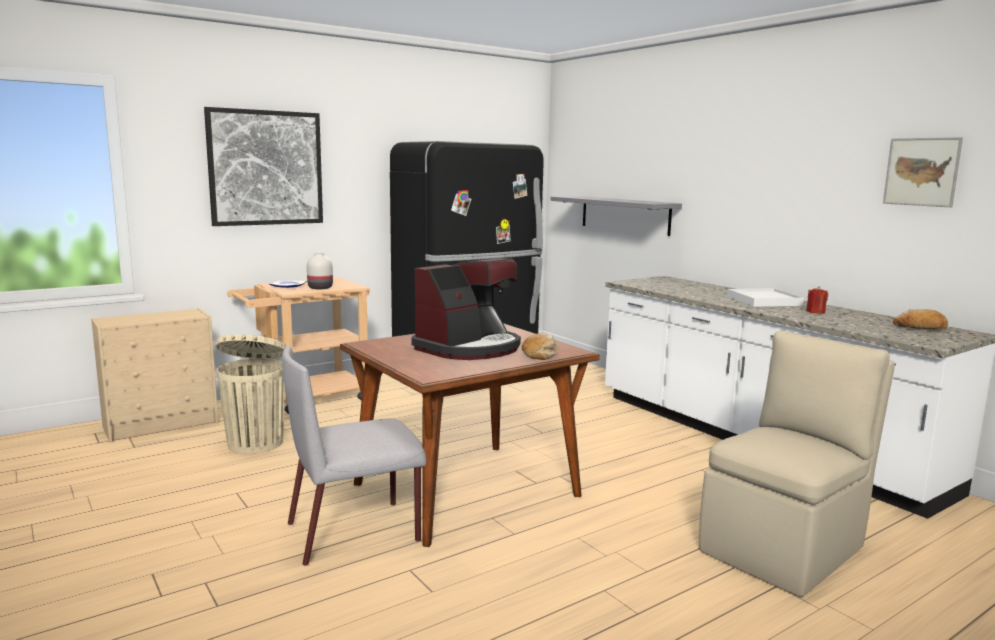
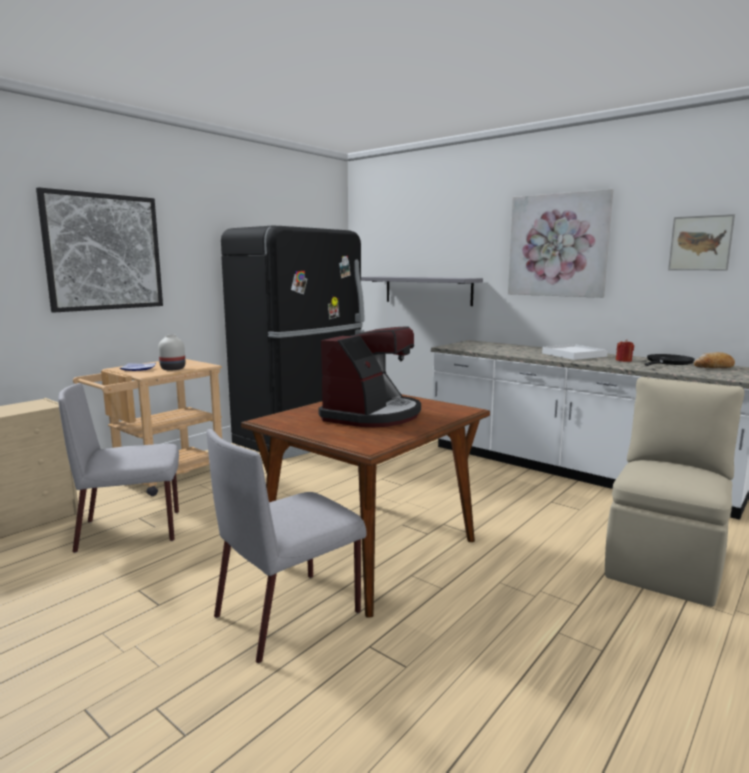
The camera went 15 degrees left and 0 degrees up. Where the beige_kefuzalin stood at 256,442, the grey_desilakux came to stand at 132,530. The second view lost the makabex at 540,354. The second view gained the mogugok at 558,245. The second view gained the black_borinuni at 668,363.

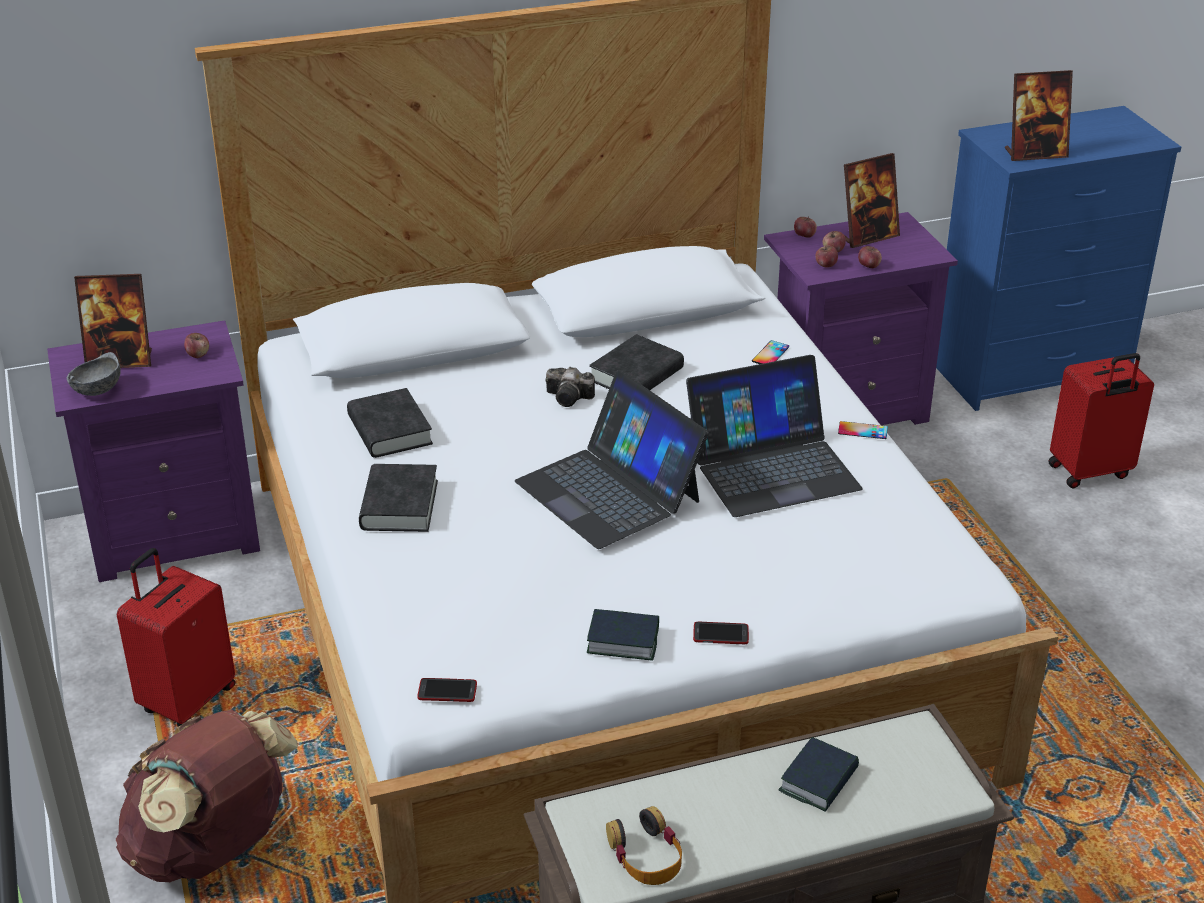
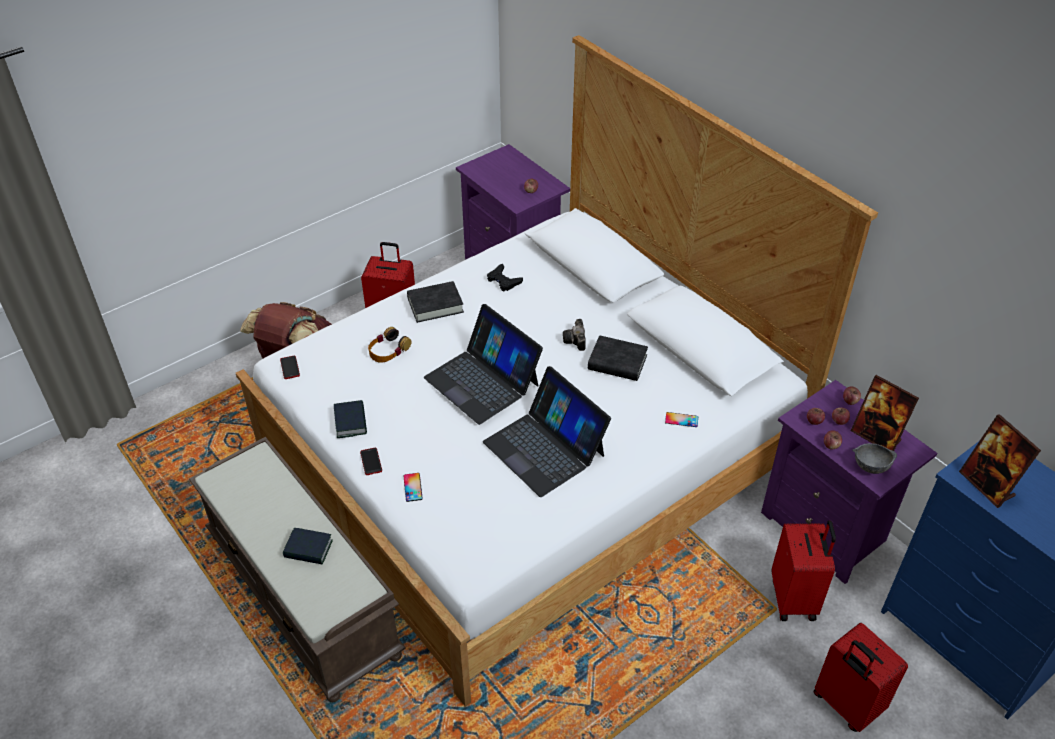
The camera went 70 degrees right and 10 degrees up. The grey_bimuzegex ended up elsewhere, having gone from 96,390 to 870,466. The second view lost the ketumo at 120,360. Where the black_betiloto stood at 389,430, the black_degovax came to stand at 503,281. The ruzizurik at 609,491 ended up facing another way, 75 degrees counterclockwise from before. The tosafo ended up elsewhere, having gone from 646,855 to 388,350. The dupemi ended up elsewhere, having gone from 862,430 to 412,487. The second view gained the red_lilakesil at 794,598.

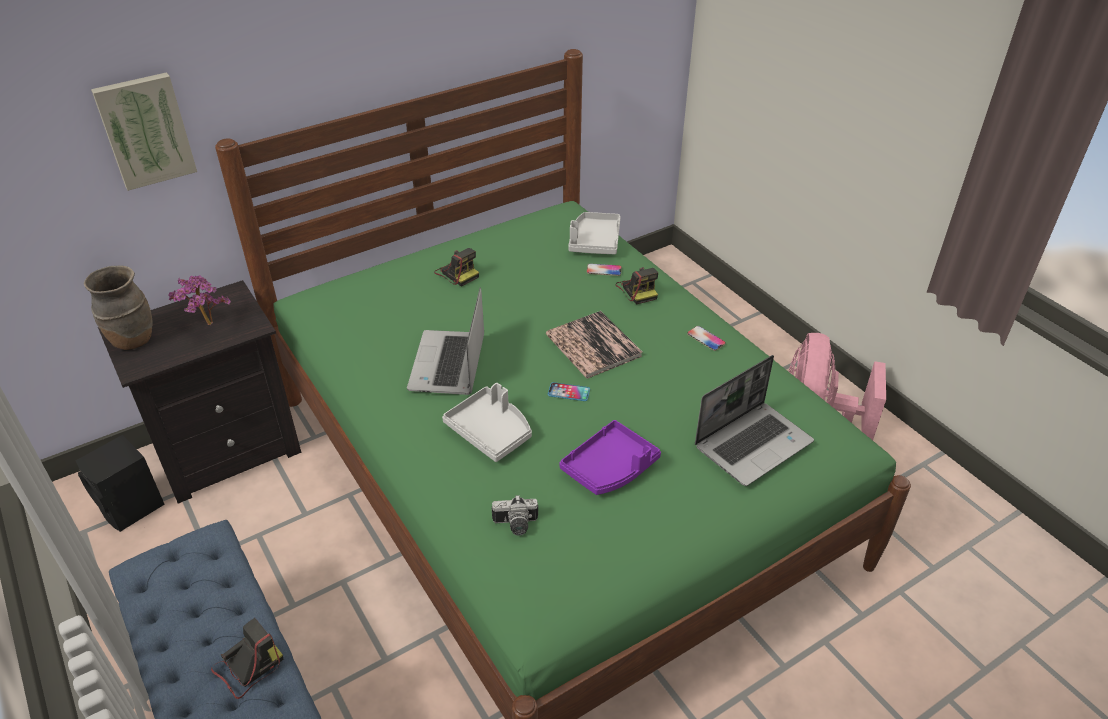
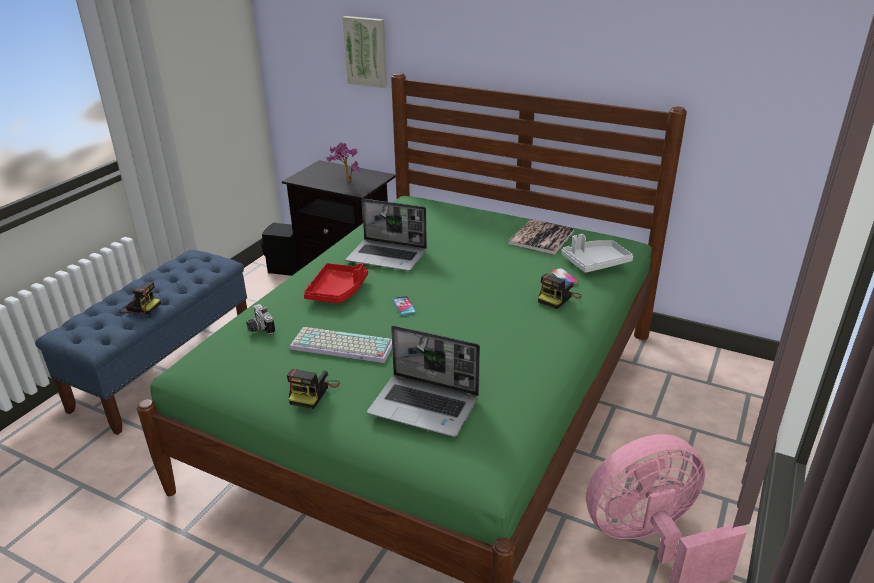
The camera went 60 degrees right and 10 degrees down. The second view lost the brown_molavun at 132,340. The ruzizurik at 449,365 ended up facing another way, 135 degrees counterclockwise from before. The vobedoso ended up elsewhere, having gone from 457,273 to 313,392. What was the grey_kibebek at 491,431 turned into the red_kibebek at 337,291. The betiloto ended up elsewhere, having gone from 593,345 to 541,238. Where the purple_kibebek stood at 610,468, the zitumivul came to stand at 340,347. The second view lost the dupemi at 706,339.

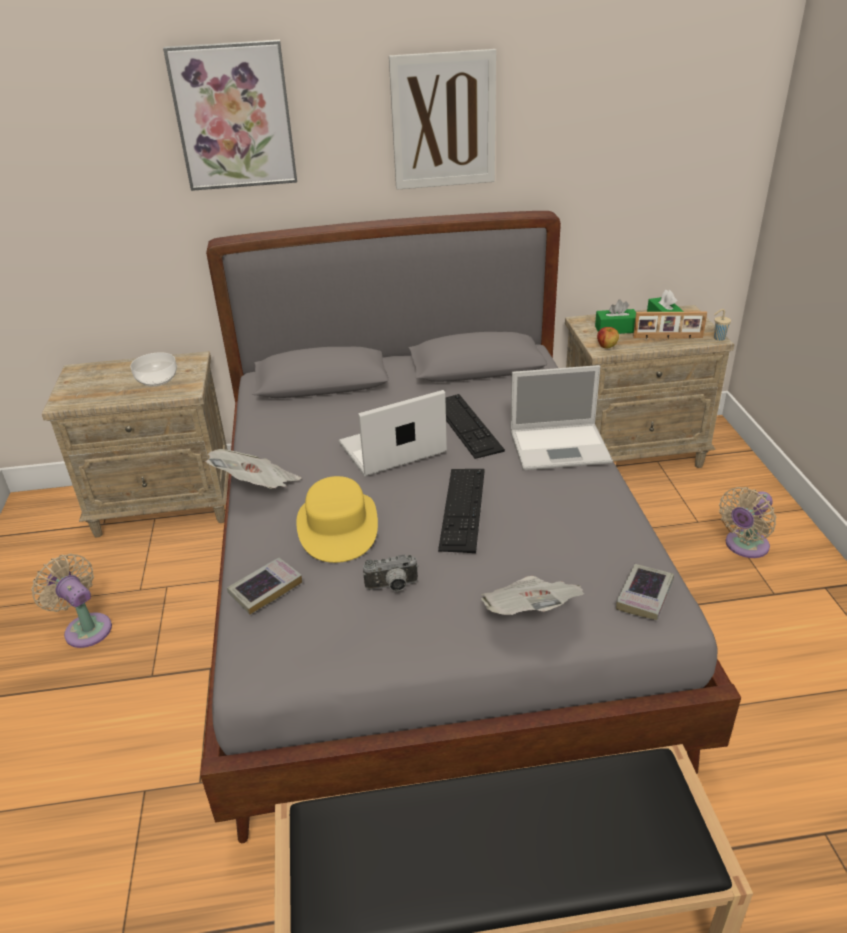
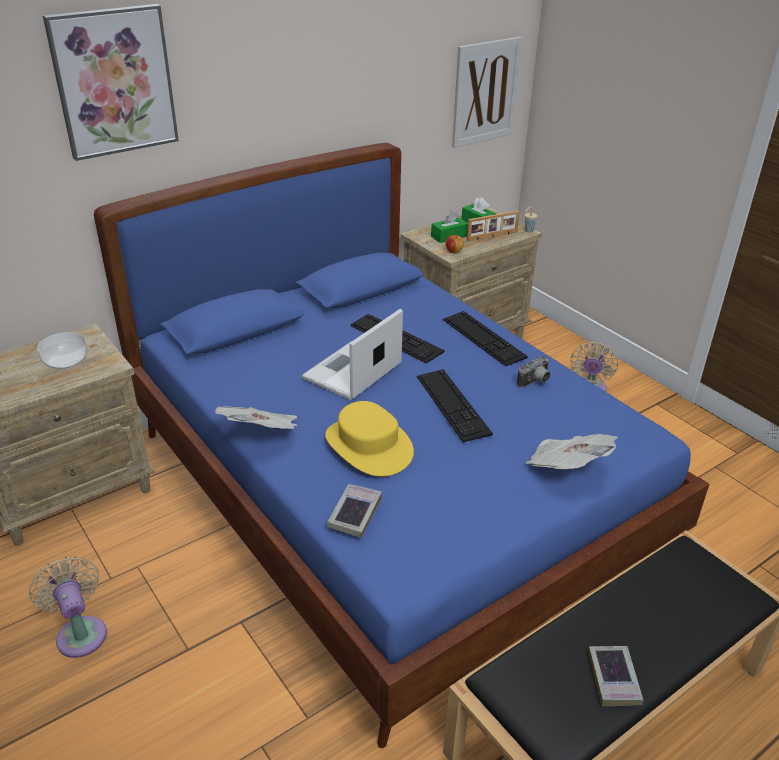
The camera went 30 degrees left and 0 degrees up. The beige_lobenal at 85,628 ended up facing another way, 45 degrees clockwise from before. What was the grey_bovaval at 430,593 turned into the blue_bovaval at 388,494. The vobedoso ended up elsewhere, having gone from 392,587 to 535,382. The mogugok ended up elsewhere, having gone from 443,121 to 485,92. Where the ruzizurik stood at 561,446, the zitumivul came to stand at 483,338. The betiloto ended up elsewhere, having gone from 644,596 to 614,678.

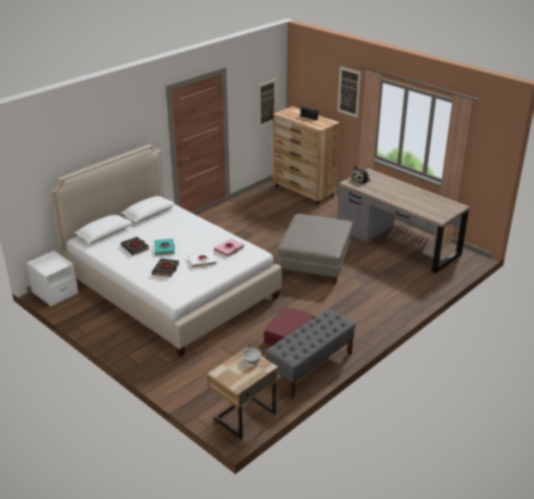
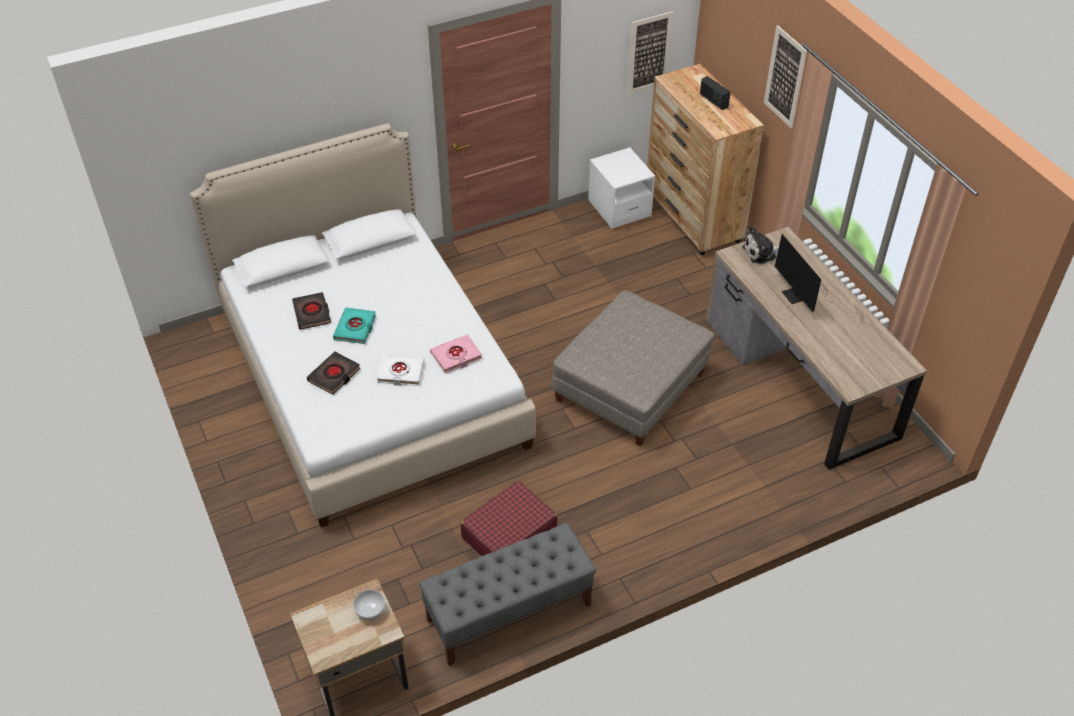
The camera went 20 degrees right and 15 degrees up. The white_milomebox ended up elsewhere, having gone from 55,293 to 619,208. The second view gained the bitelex at 796,298.

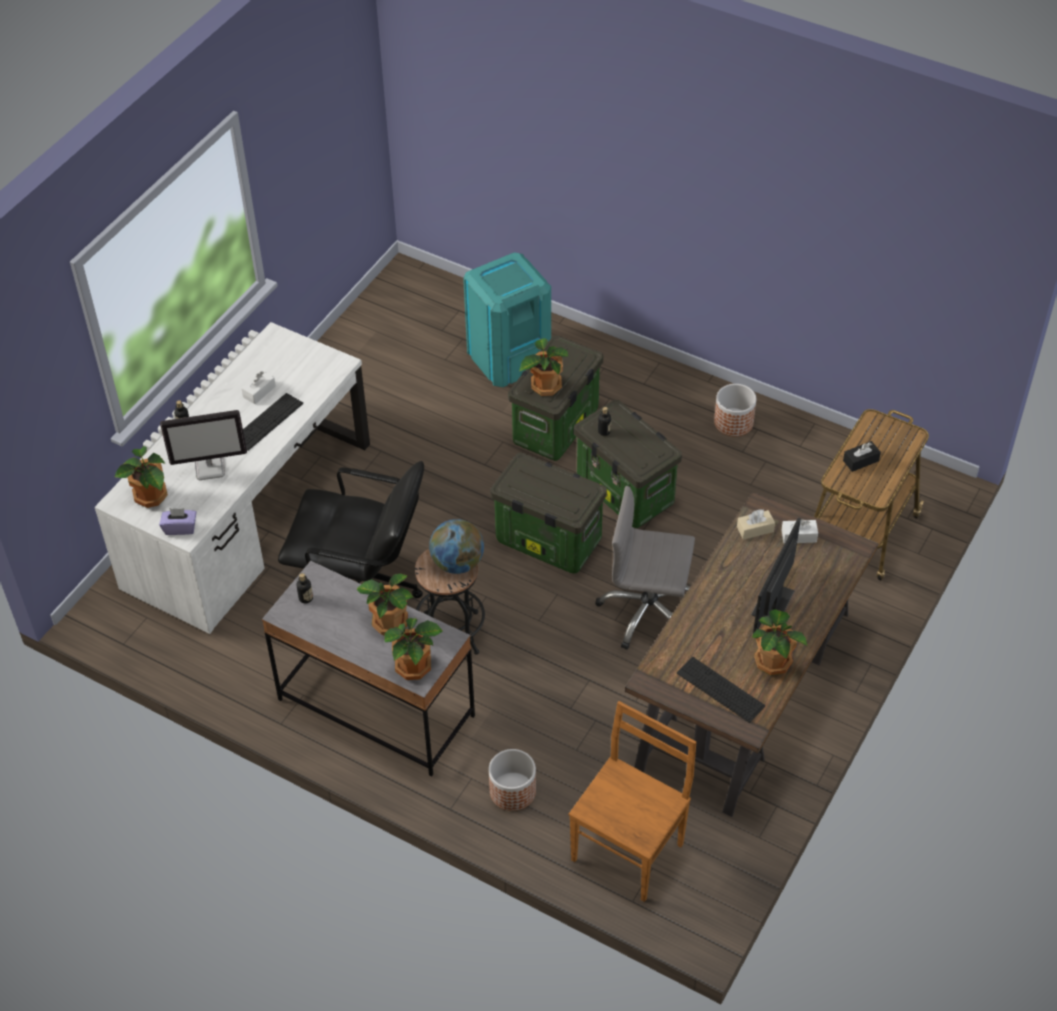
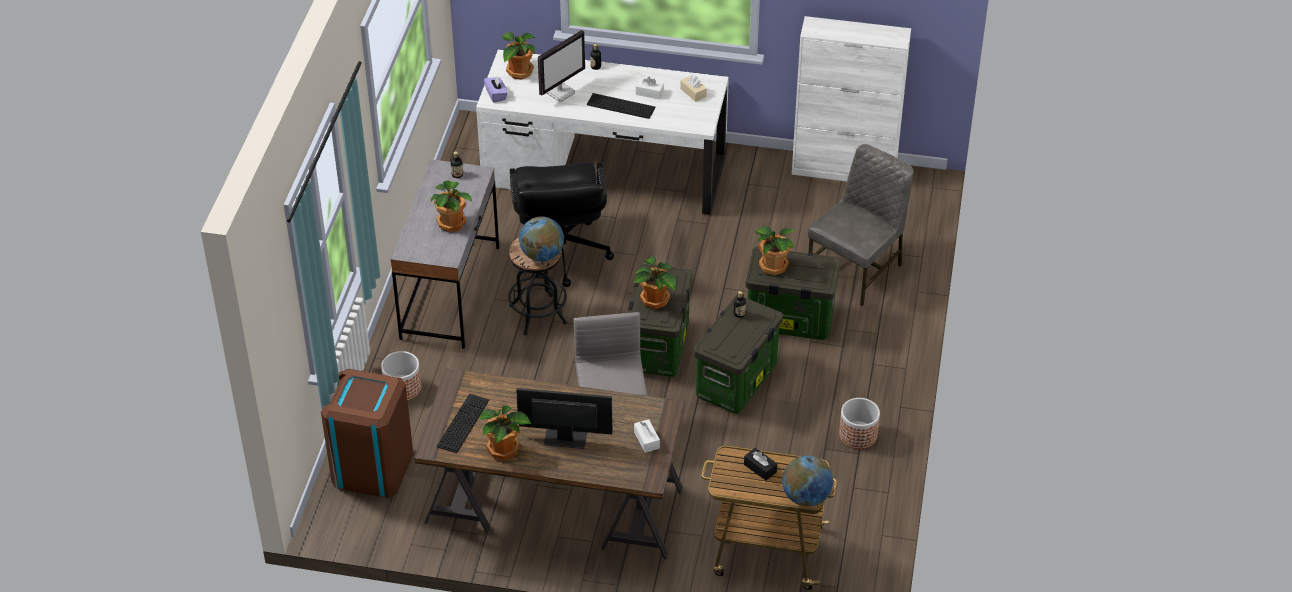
The camera went 70 degrees right and 5 degrees down. The bitelex at 210,468 ended up facing another way, 105 degrees counterclockwise from before. The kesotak ended up elsewhere, having gone from 414,667 to 655,301. Where the turquoise_kefuzalin stood at 509,356, the grey_desilakux came to stand at 857,270. Where the brown_desilakux stood at 629,850, the brown_kefuzalin came to stand at 372,468. The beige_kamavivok ended up elsewhere, having gone from 755,529 to 693,92. The second view gained the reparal at 806,497. The second view gained the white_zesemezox at 844,170.

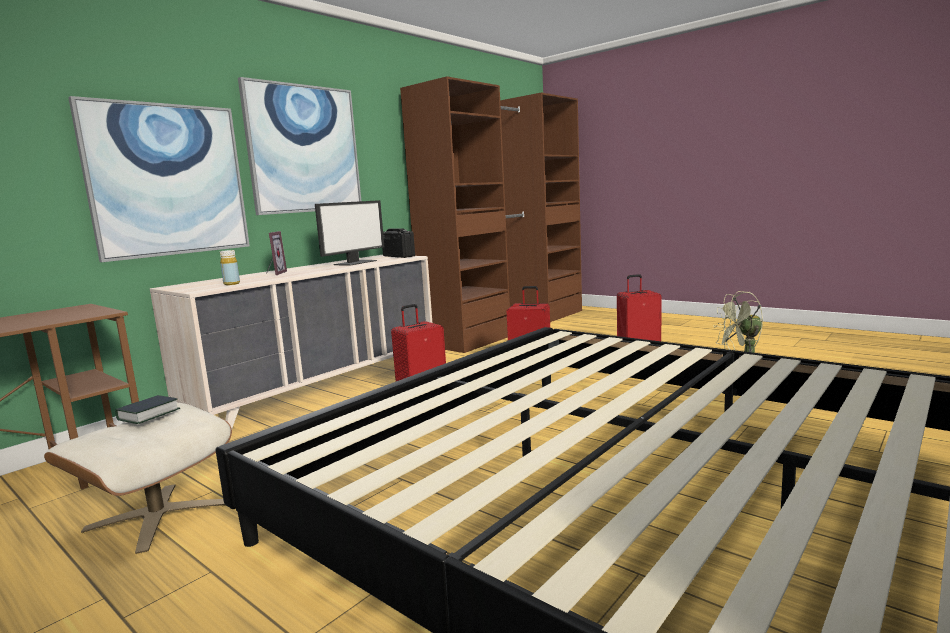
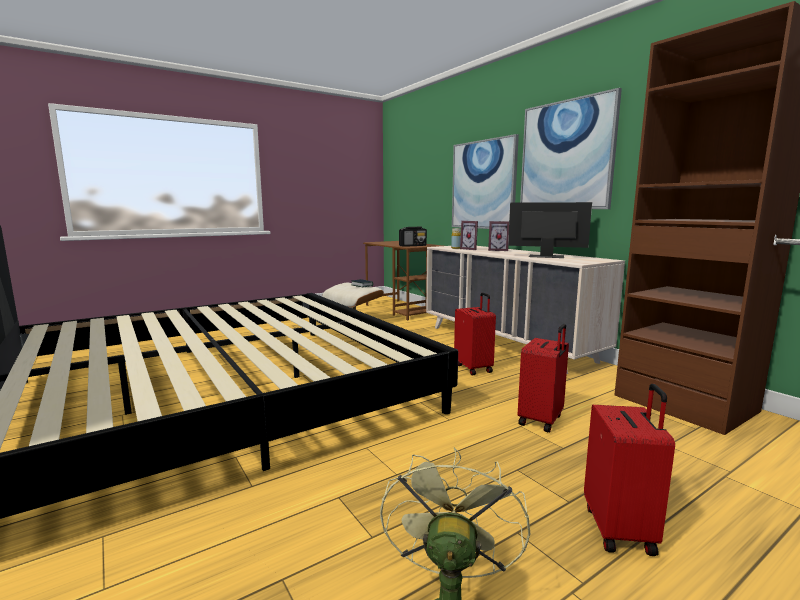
The camera went 105 degrees right and 0 degrees up. The bitelex at 355,262 ended up facing another way, 150 degrees clockwise from before. The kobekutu ended up elsewhere, having gone from 398,256 to 413,246. The second view gained the ketumo at 470,249.

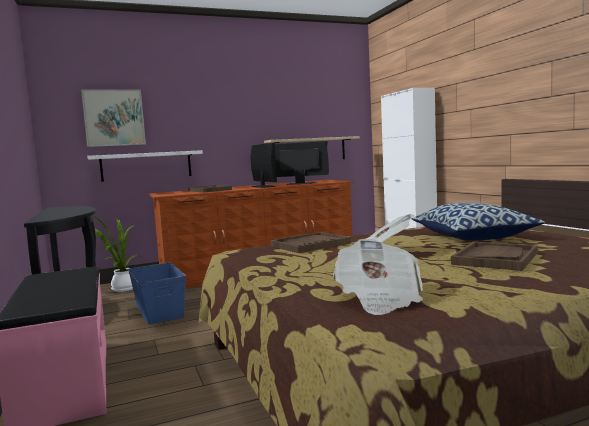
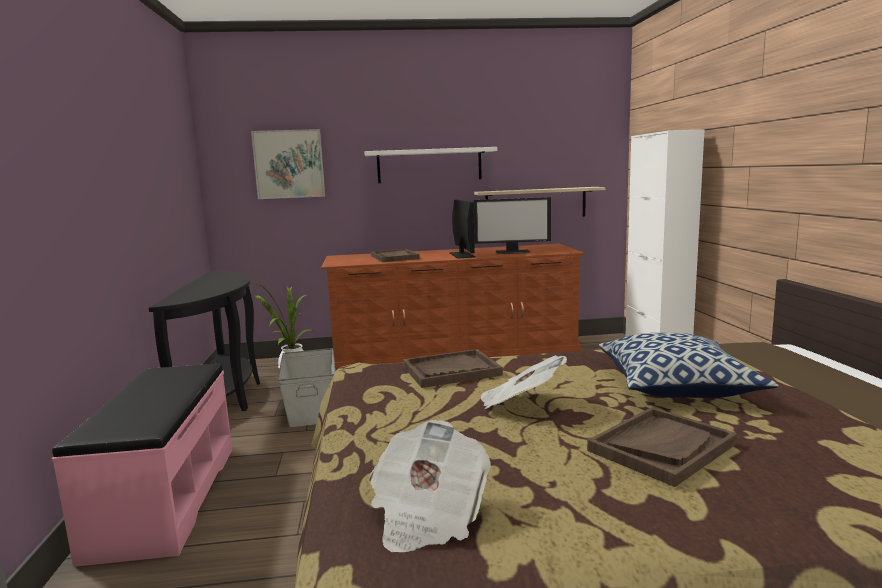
The camera went 15 degrees right and 5 degrees up. The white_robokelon ended up elsewhere, having gone from 146,166 to 429,165. What was the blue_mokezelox at 159,310 turned into the grey_mokezelox at 312,407. The bitelex at 300,183 ended up facing another way, 150 degrees clockwise from before.

